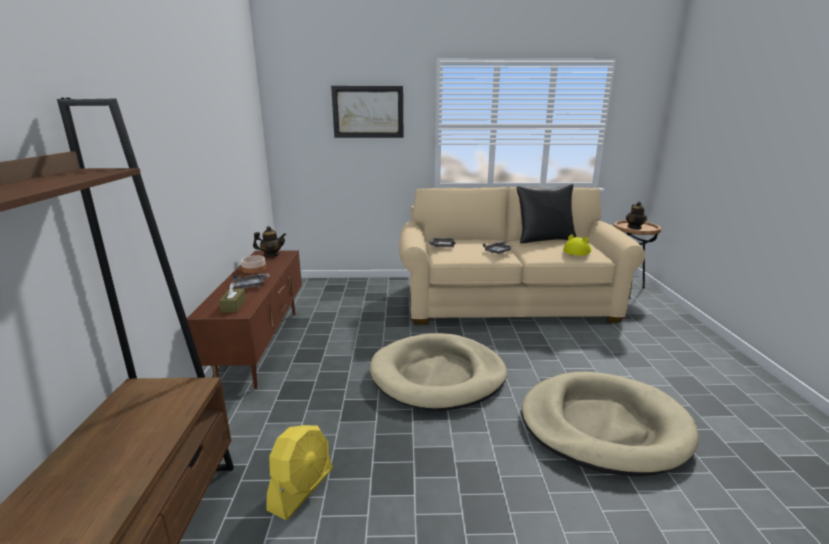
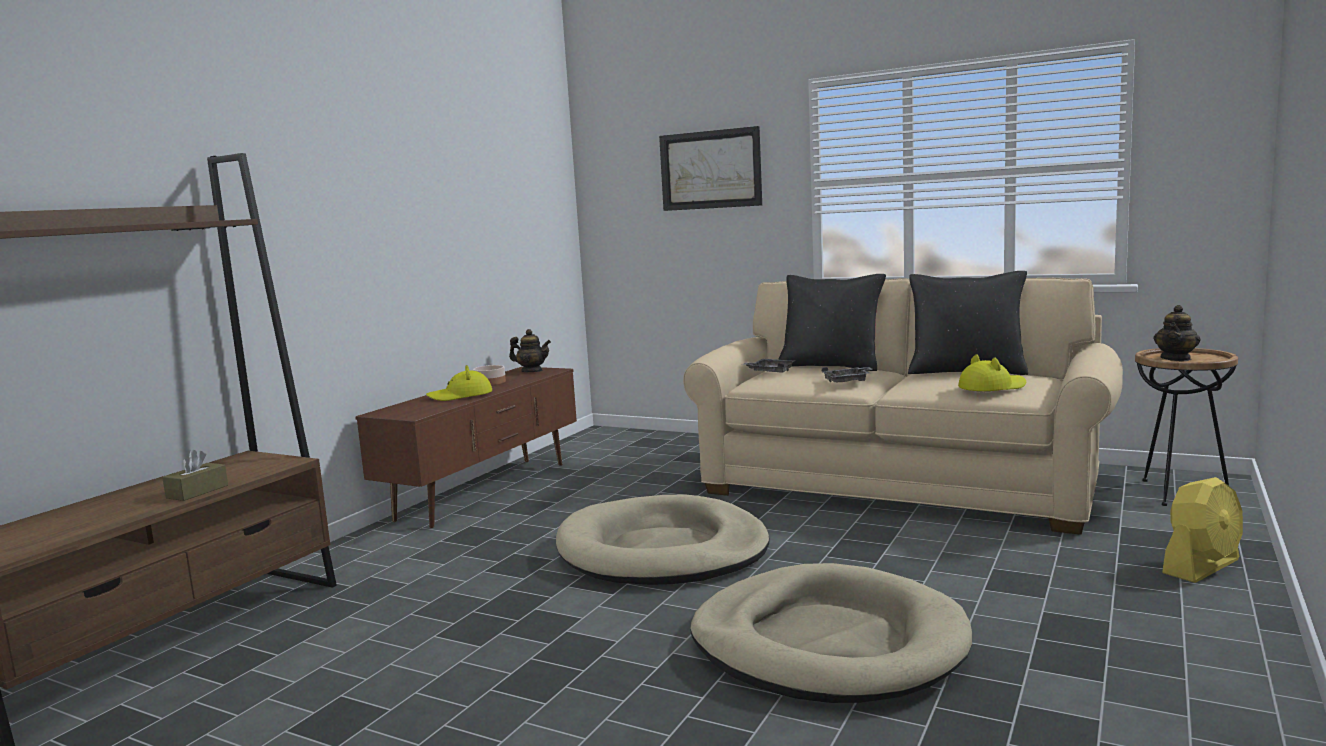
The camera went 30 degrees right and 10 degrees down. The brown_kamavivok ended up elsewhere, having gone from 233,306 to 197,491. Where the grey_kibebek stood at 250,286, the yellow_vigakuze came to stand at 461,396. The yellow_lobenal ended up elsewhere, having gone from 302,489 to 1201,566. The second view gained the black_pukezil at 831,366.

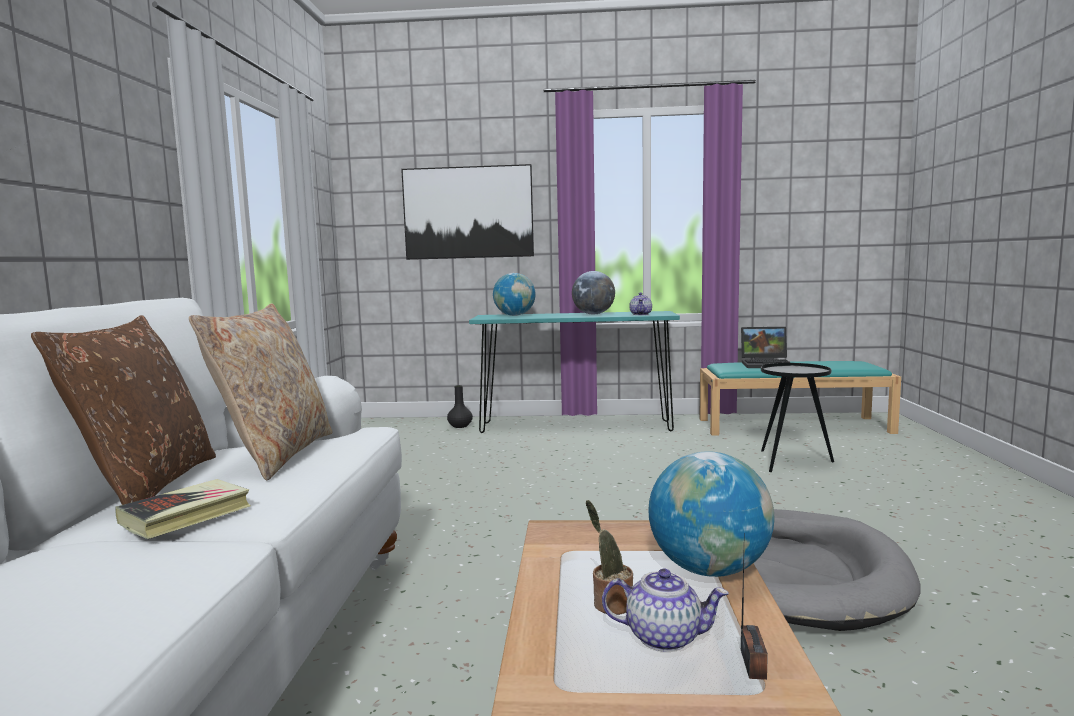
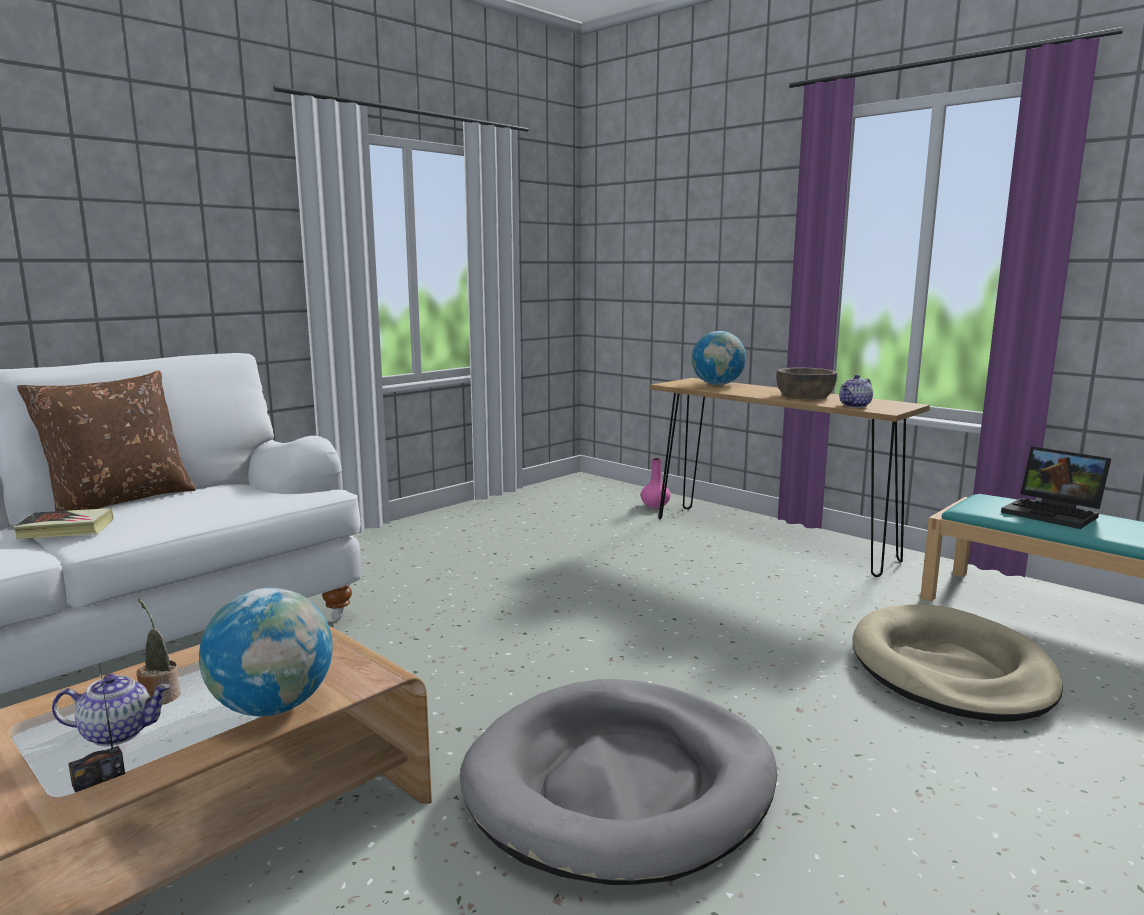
The camera went 40 degrees right and 5 degrees up. The second view lost the beige_pukezil at 276,454. The second view lost the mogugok at 468,212. What was the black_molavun at 460,426 turned into the pink_molavun at 655,505. What was the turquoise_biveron at 575,427 turned into the brown_biveron at 770,538. Where the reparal stood at 593,314, the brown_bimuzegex came to stand at 805,396. The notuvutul at 664,637 ended up facing another way, 60 degrees counterclockwise from before. Where the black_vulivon stood at 792,462, the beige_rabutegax came to stand at 950,670.

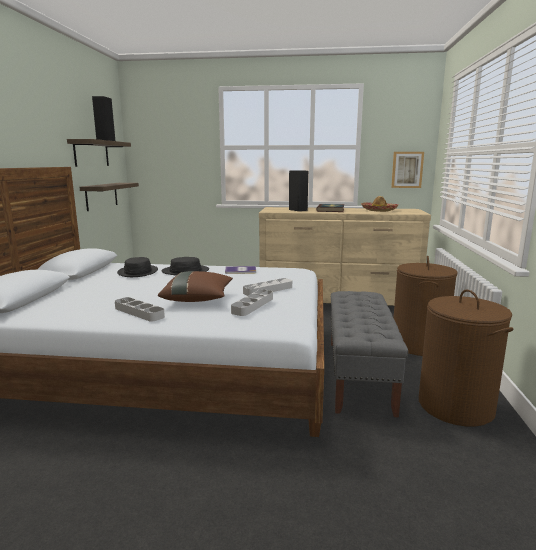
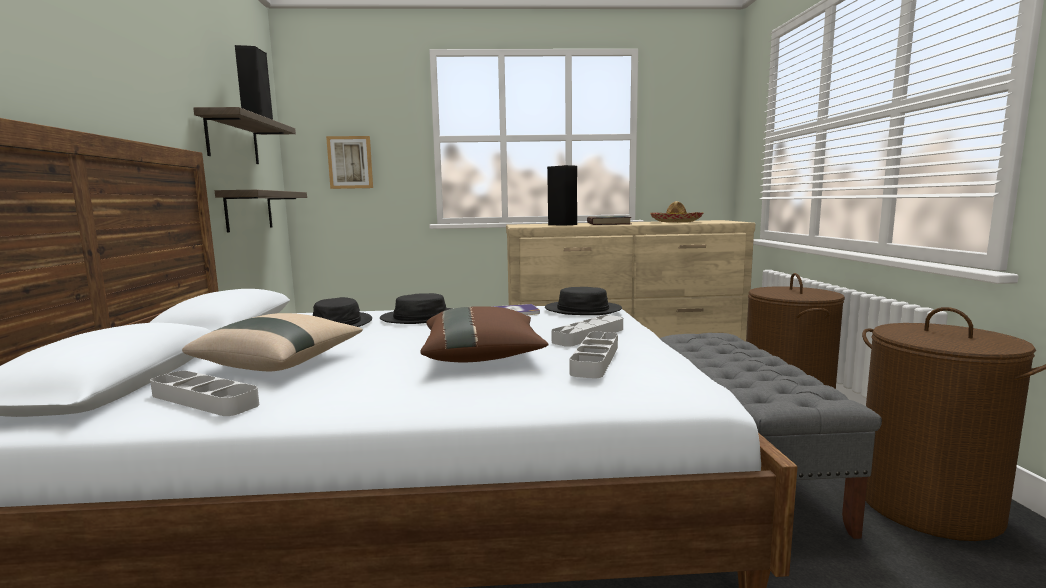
The camera went 10 degrees left and 5 degrees down. The grey_kibebek ended up elsewhere, having gone from 139,312 to 204,400. The mogugok ended up elsewhere, having gone from 407,169 to 350,162. The second view gained the beige_pukezil at 281,363. The second view gained the black_vigakuze at 582,310.

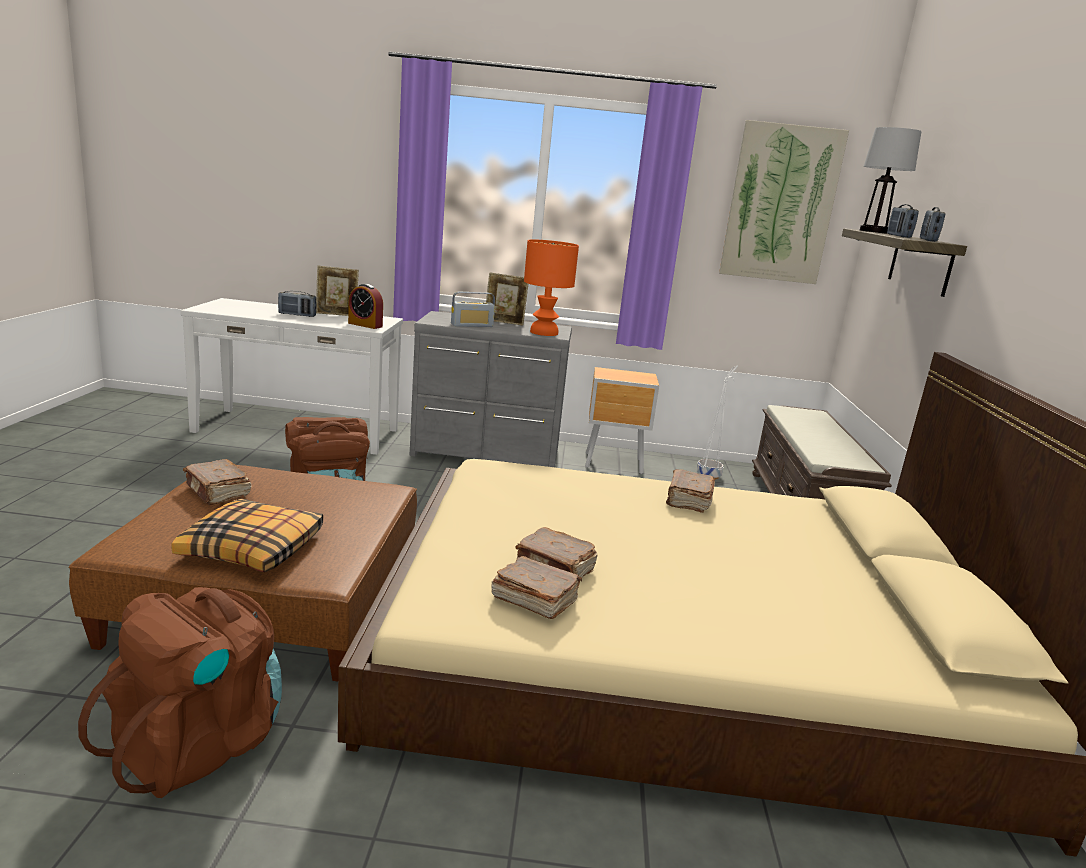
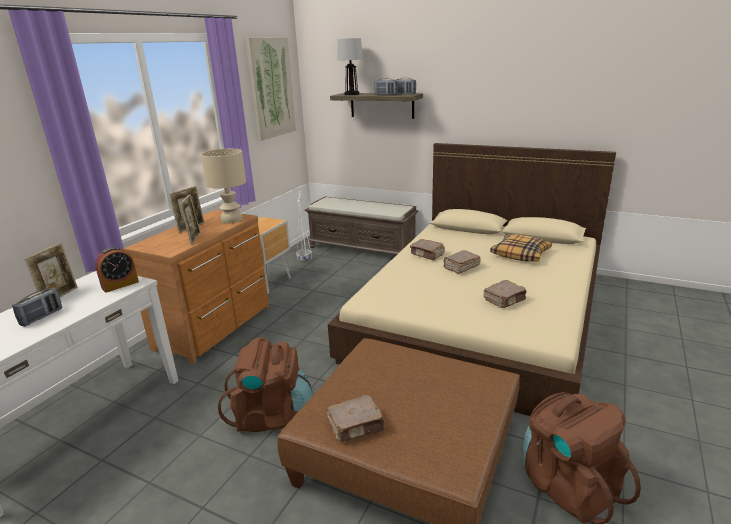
The camera went 65 degrees left and 5 degrees up. The pukezil ended up elsewhere, having gone from 253,549 to 520,254. What was the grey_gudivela at 487,453 turned into the brown_gudivela at 216,327. Where the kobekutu stood at 472,325, the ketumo came to stand at 194,238. The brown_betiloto ended up elsewhere, having gone from 533,599 to 461,267. What was the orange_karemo at 544,333 turned into the beige_karemo at 232,219.

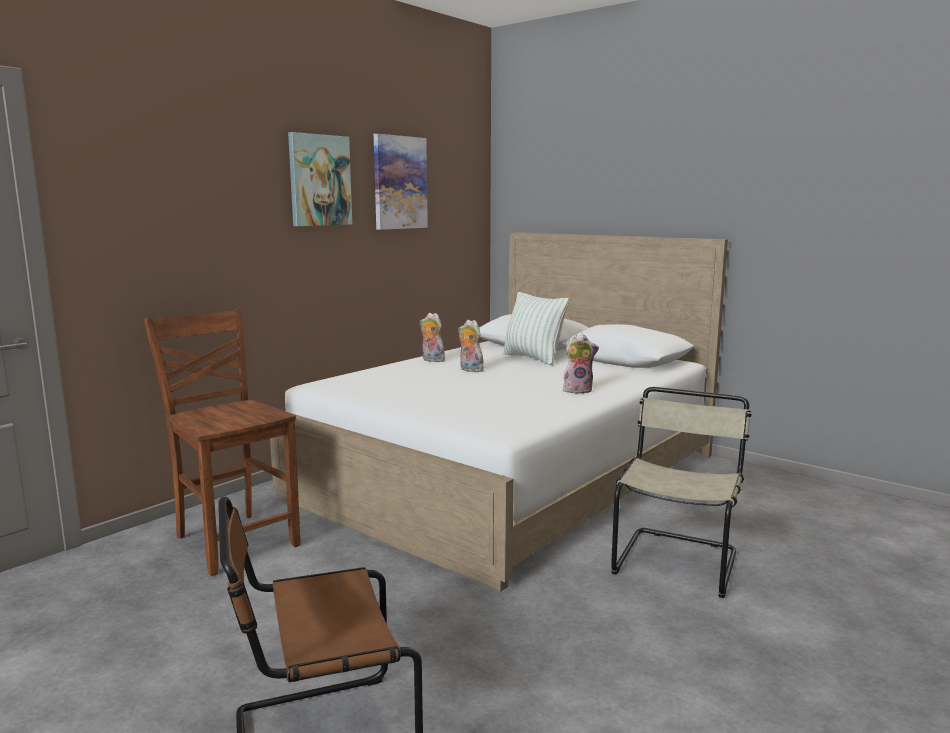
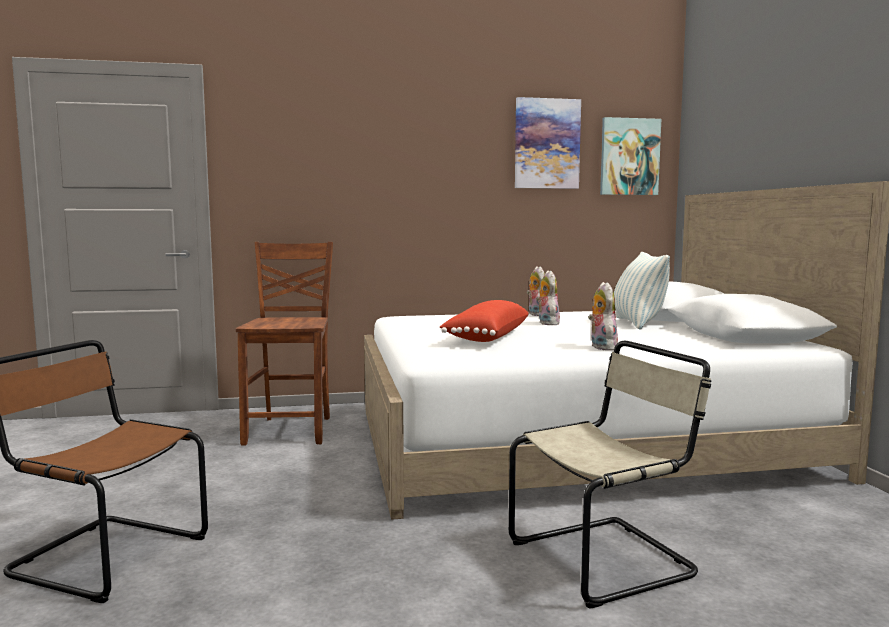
The camera went 40 degrees right and 5 degrees down. The mogugok ended up elsewhere, having gone from 319,180 to 629,157. The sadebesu at 578,390 ended up facing another way, 135 degrees counterclockwise from before. The second view gained the red_pukezil at 485,337.

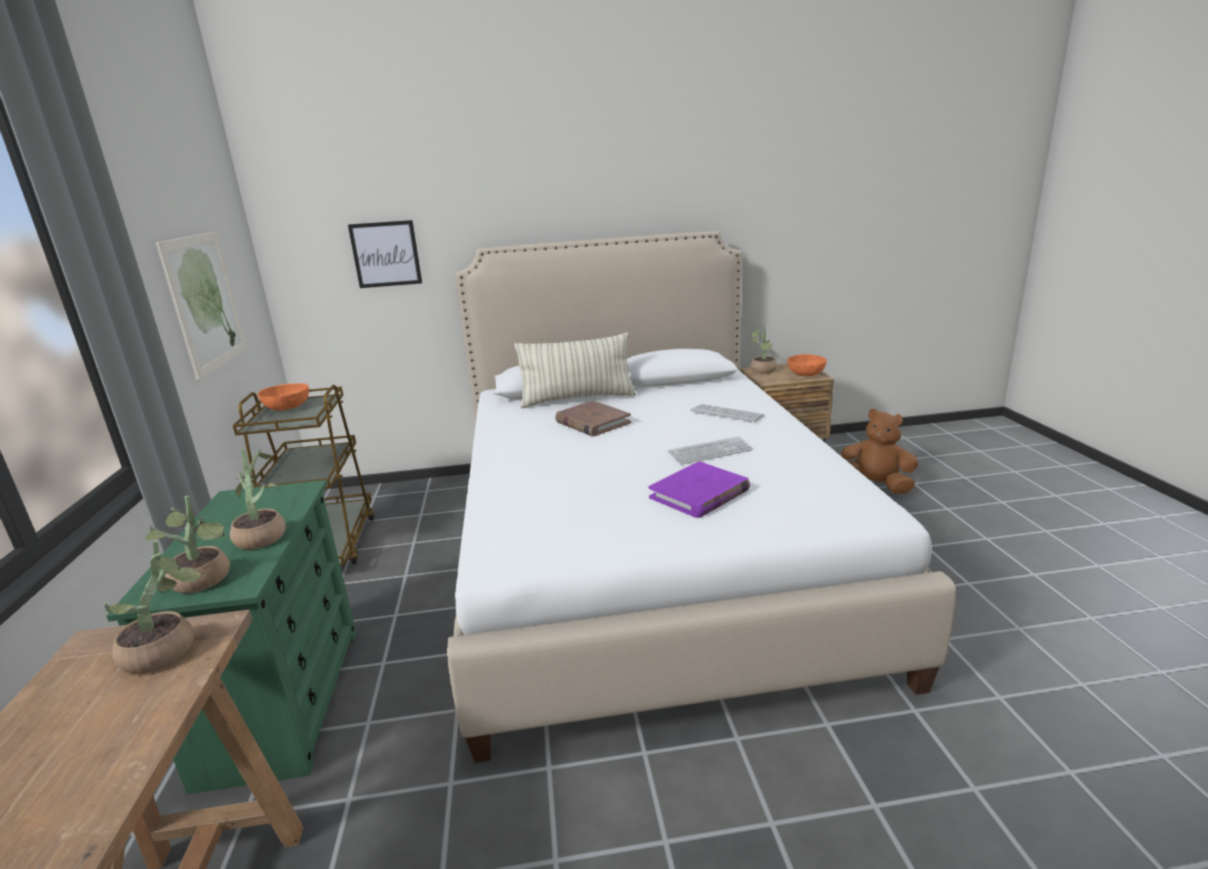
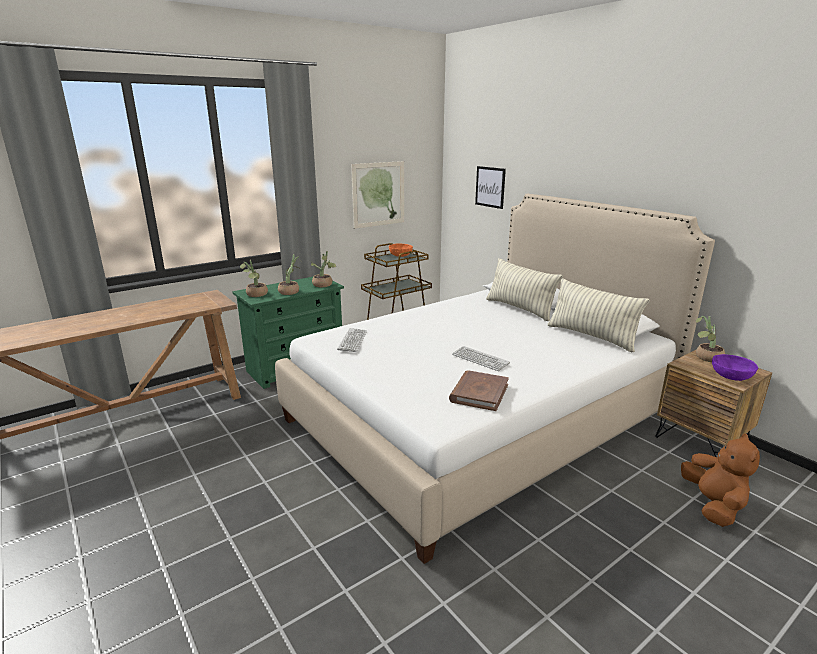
The camera went 60 degrees right and 0 degrees up. The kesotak ended up elsewhere, having gone from 168,651 to 324,285. The brown_betiloto ended up elsewhere, having gone from 592,422 to 479,393. The second view lost the purple_betiloto at 699,494. The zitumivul ended up elsewhere, having gone from 727,414 to 352,341. What was the orange_bimuzegex at 805,374 turned into the purple_bimuzegex at 730,376. The second view gained the pukezil at 591,336.

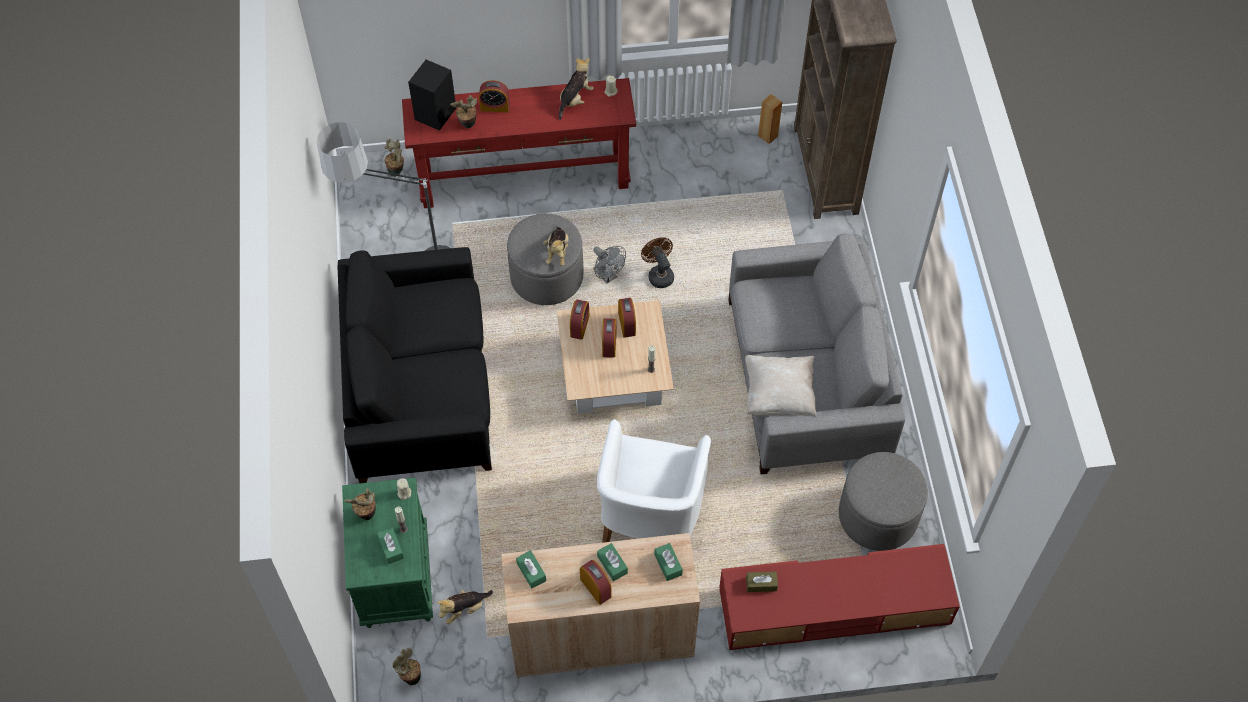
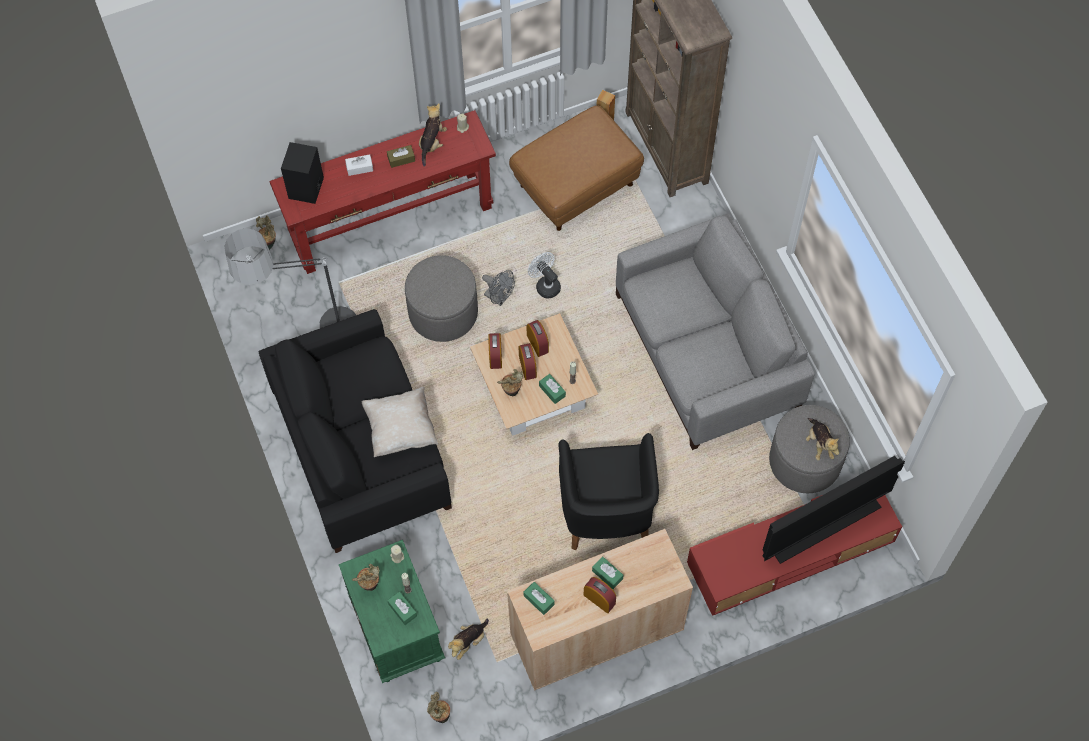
The camera went 15 degrees left and 5 degrees up. The kesotak ended up elsewhere, having gone from 467,125 to 511,392. Where the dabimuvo stood at 495,107, the white_kamavivok came to stand at 359,168. The sadebesu ended up elsewhere, having gone from 557,252 to 819,444. What was the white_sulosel at 650,515 turned into the black_sulosel at 606,512. What was the brown_lobenal at 659,274 turned into the white_lobenal at 545,285. The green_kamavivok ended up elsewhere, having gone from 668,564 to 552,391. The beige_pukezil ended up elsewhere, having gone from 778,395 to 400,429. The brown_kamavivok ended up elsewhere, having gone from 761,584 to 401,159. The second view gained the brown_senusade at 576,184. The second view gained the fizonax at 824,526.

